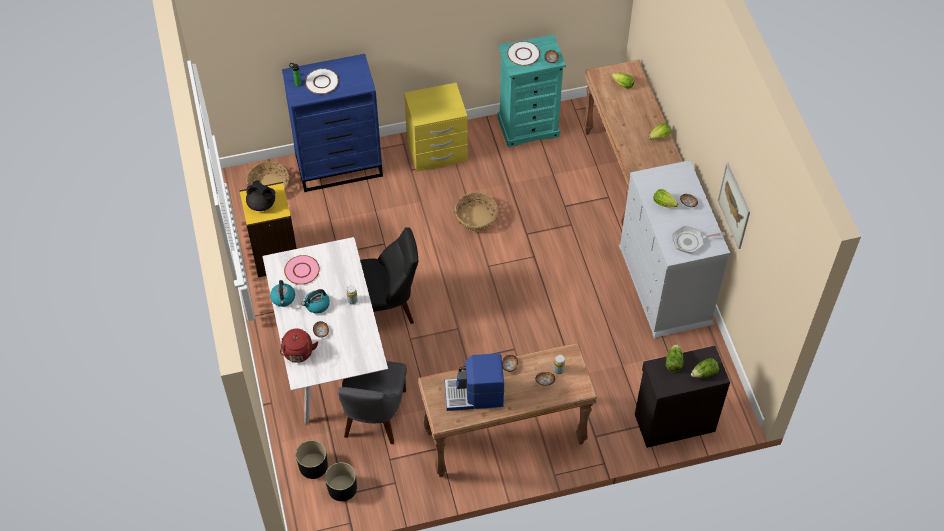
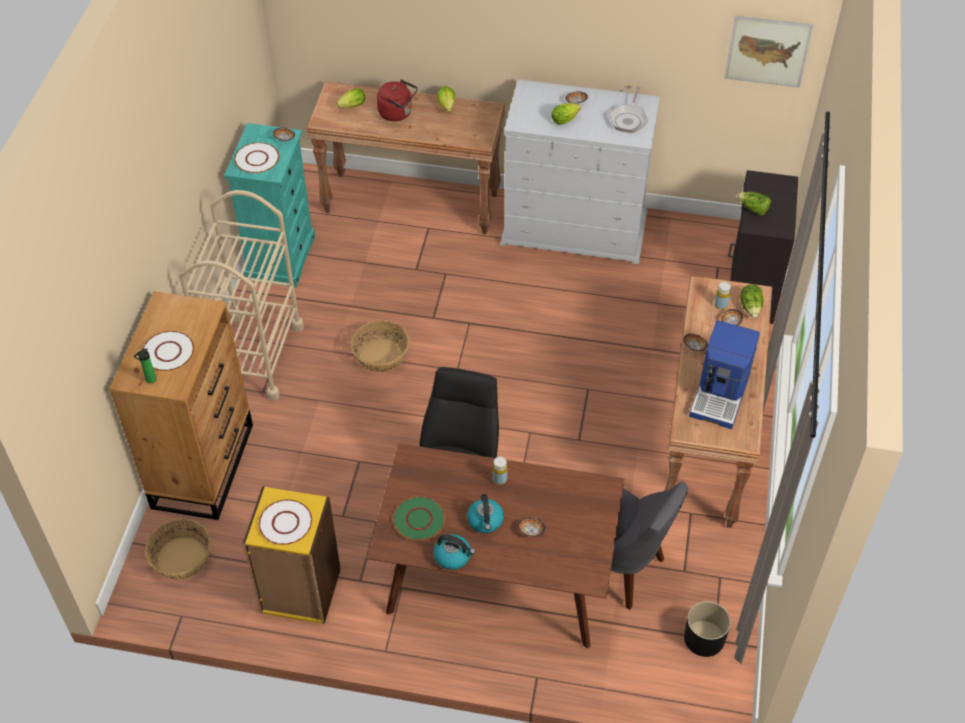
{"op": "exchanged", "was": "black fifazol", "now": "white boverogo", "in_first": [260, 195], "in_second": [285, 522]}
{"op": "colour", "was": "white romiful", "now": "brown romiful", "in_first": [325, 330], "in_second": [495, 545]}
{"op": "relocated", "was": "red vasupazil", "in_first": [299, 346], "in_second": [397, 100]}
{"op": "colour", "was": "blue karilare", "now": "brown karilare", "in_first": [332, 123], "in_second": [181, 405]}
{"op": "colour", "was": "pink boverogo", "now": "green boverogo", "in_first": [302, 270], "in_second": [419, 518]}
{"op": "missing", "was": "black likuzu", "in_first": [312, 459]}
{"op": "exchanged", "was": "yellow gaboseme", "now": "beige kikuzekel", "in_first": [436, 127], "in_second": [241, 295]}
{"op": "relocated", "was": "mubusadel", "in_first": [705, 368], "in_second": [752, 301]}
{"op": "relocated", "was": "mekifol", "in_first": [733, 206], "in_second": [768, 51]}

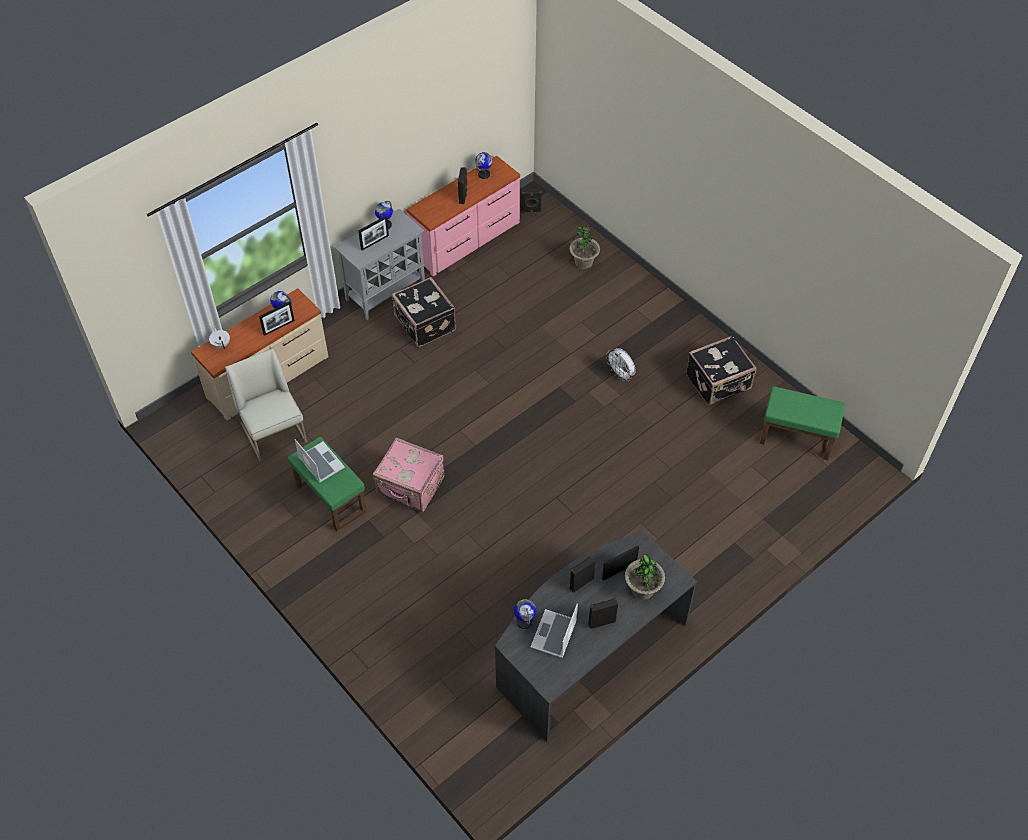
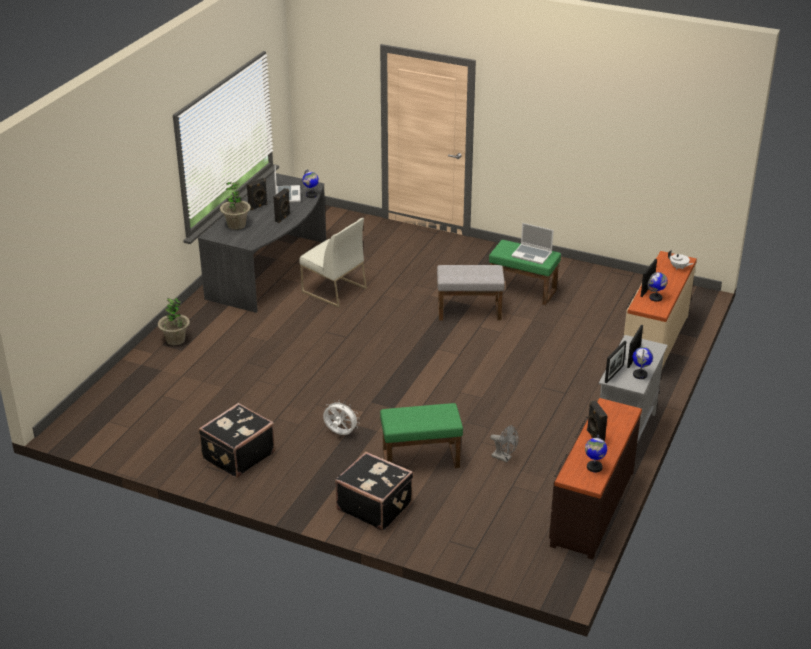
{"op": "relocated", "was": "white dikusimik", "in_first": [266, 405], "in_second": [333, 263]}
{"op": "exchanged", "was": "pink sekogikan", "now": "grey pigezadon", "in_first": [409, 475], "in_second": [471, 293]}
{"op": "relocated", "was": "black sekogikan", "in_first": [424, 312], "in_second": [374, 491]}
{"op": "colour", "was": "pink karilare", "now": "brown karilare", "in_first": [463, 216], "in_second": [595, 479]}
{"op": "missing", "was": "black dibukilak", "in_first": [531, 200]}
{"op": "relocated", "was": "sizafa", "in_first": [584, 248], "in_second": [174, 321]}
{"op": "relocated", "was": "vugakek", "in_first": [620, 563], "in_second": [615, 362]}
{"op": "relocated", "was": "green pigezadon", "in_first": [802, 423], "in_second": [421, 436]}
{"op": "appeared", "now": "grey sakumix", "in_second": [504, 443]}

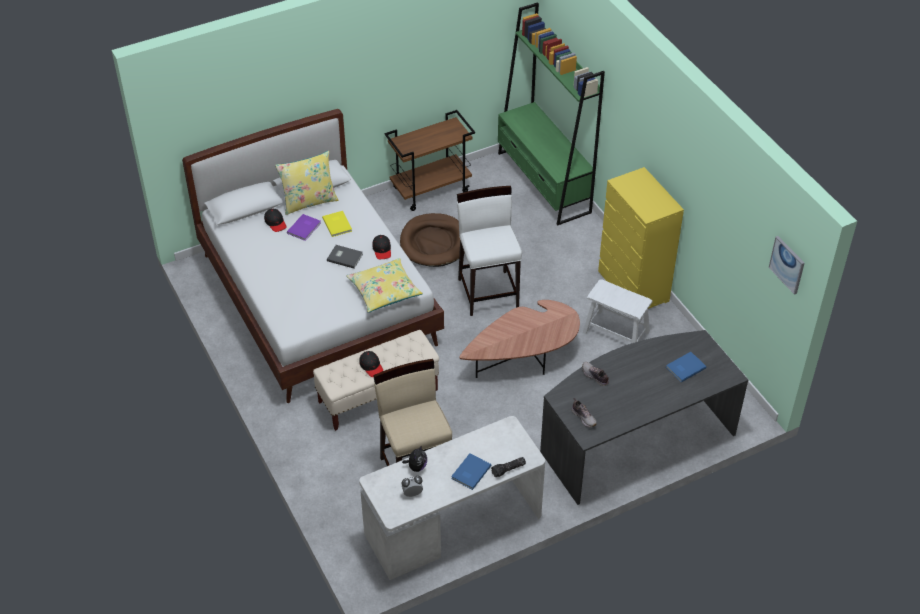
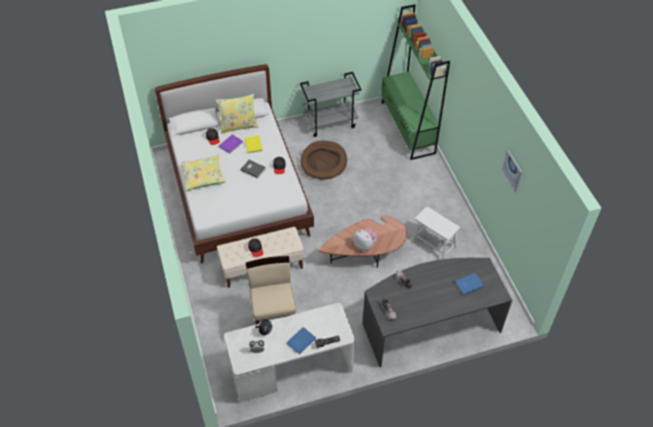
{"op": "relocated", "was": "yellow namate", "in_first": [384, 285], "in_second": [203, 173]}
{"op": "colour", "was": "brown kikuzekel", "now": "grey kikuzekel", "in_first": [430, 160], "in_second": [330, 104]}
{"op": "missing", "was": "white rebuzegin", "in_first": [489, 251]}
{"op": "missing", "was": "yellow karilare", "in_first": [641, 238]}
{"op": "relocated", "was": "mekifol", "in_first": [787, 265], "in_second": [512, 171]}
{"op": "appeared", "now": "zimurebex", "in_second": [365, 239]}

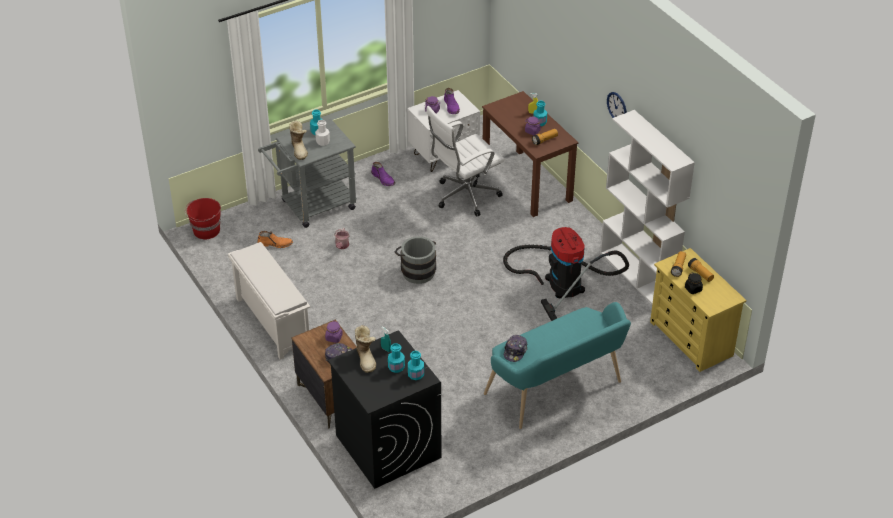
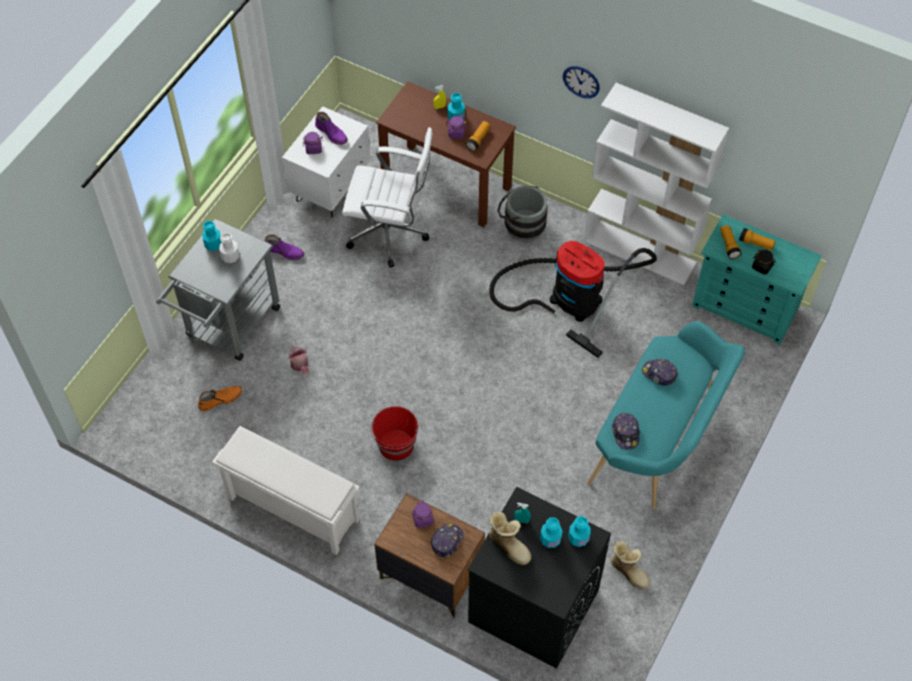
{"op": "relocated", "was": "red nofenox", "in_first": [203, 218], "in_second": [394, 433]}
{"op": "relocated", "was": "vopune", "in_first": [298, 140], "in_second": [630, 565]}
{"op": "relocated", "was": "grey nofenox", "in_first": [415, 260], "in_second": [522, 214]}
{"op": "spun", "was": "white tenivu", "in_first": [465, 161], "in_second": [387, 197], "clockwise": -105}
{"op": "colour", "was": "yellow karilare", "now": "turquoise karilare", "in_first": [698, 310], "in_second": [757, 279]}
{"op": "appeared", "now": "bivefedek", "in_second": [660, 372]}

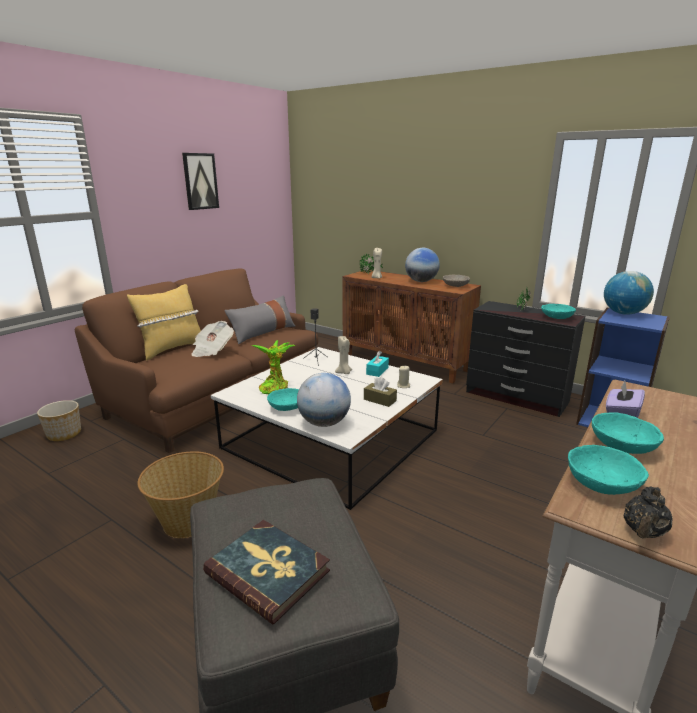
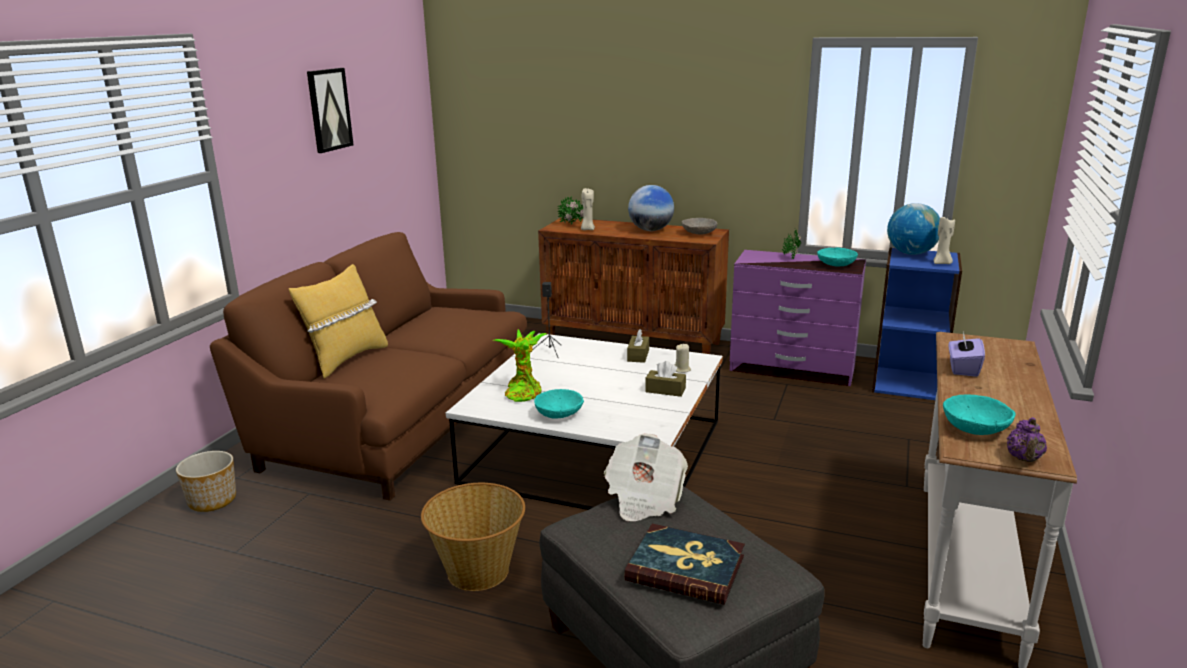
{"op": "relocated", "was": "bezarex", "in_first": [212, 339], "in_second": [646, 477]}
{"op": "missing", "was": "grey namate", "in_first": [259, 319]}
{"op": "missing", "was": "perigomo", "in_first": [324, 400]}
{"op": "relocated", "was": "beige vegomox", "in_first": [343, 355], "in_second": [944, 240]}
{"op": "colour", "was": "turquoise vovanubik", "now": "brown vovanubik", "in_first": [377, 364], "in_second": [638, 346]}
{"op": "colour", "was": "black karilare", "now": "purple karilare", "in_first": [525, 359], "in_second": [798, 318]}
{"op": "missing", "was": "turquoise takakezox", "in_first": [628, 433]}
{"op": "colour", "was": "black fifazol", "now": "purple fifazol", "in_first": [647, 512], "in_second": [1027, 439]}

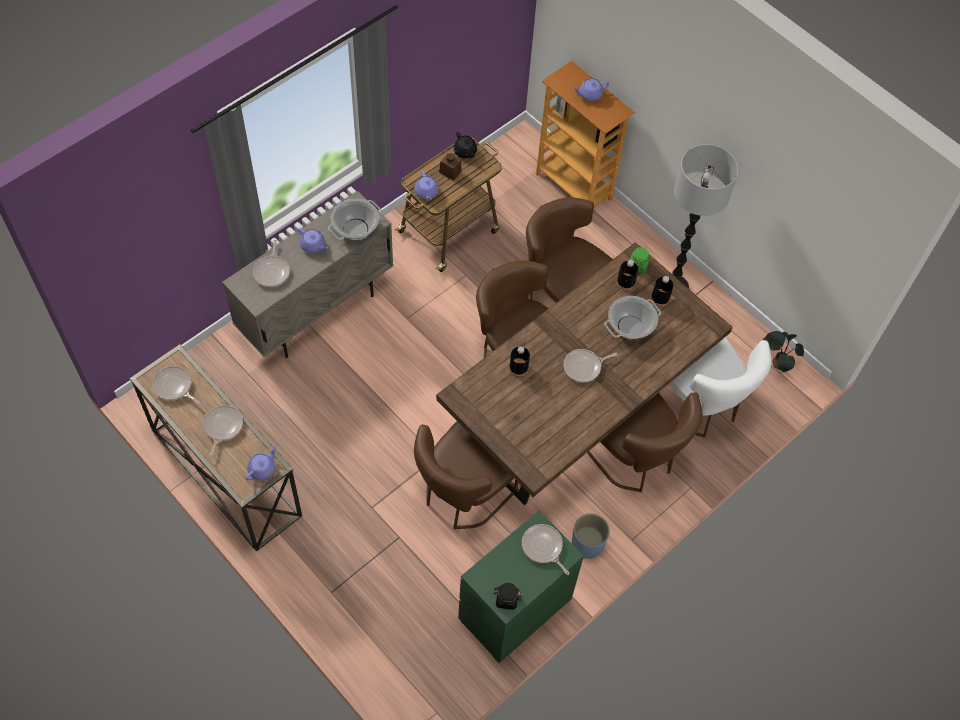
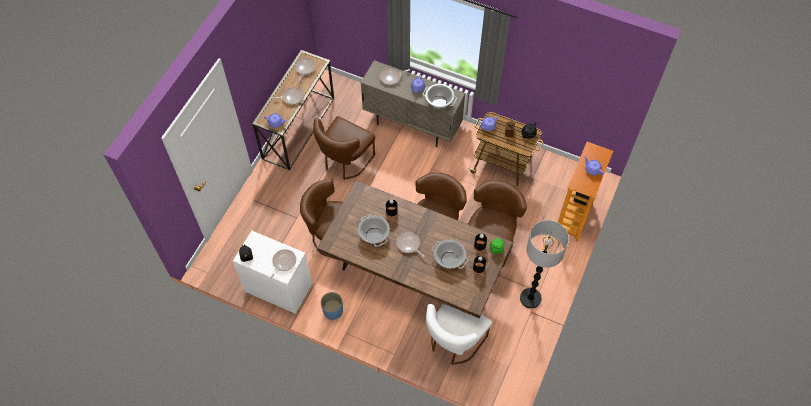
{"op": "colour", "was": "green karilare", "now": "white karilare", "in_first": [521, 587], "in_second": [272, 272]}
{"op": "relocated", "was": "brown dikusimik", "in_first": [645, 442], "in_second": [344, 148]}
{"op": "missing", "was": "sizafa", "in_first": [783, 352]}
{"op": "appeared", "now": "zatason", "in_second": [374, 230]}

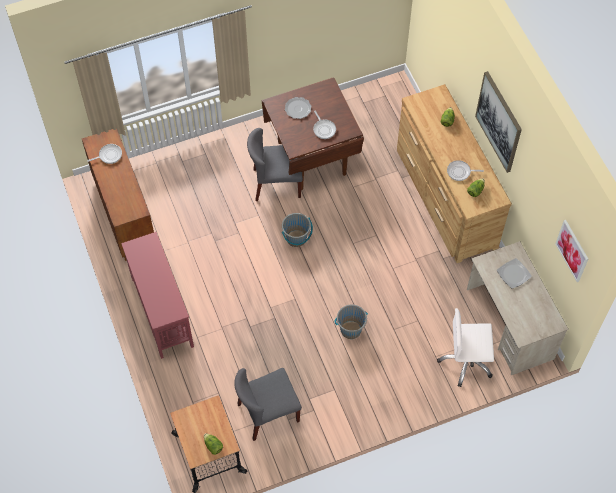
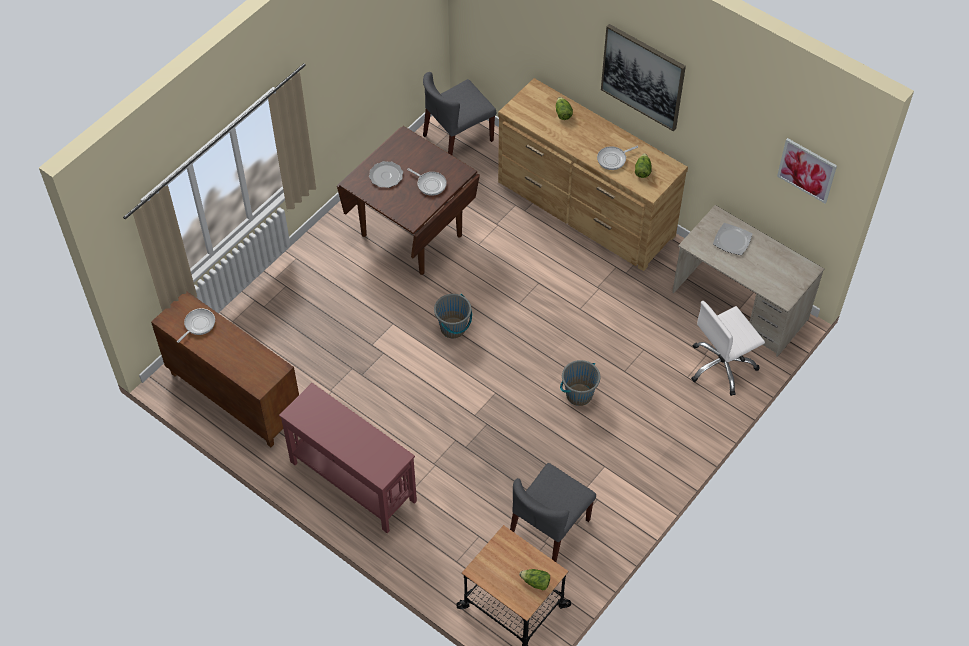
{"op": "relocated", "was": "grey dikusimik", "in_first": [275, 164], "in_second": [459, 113]}

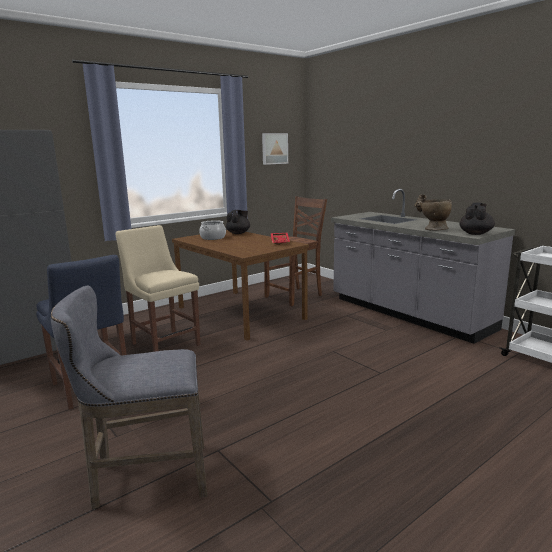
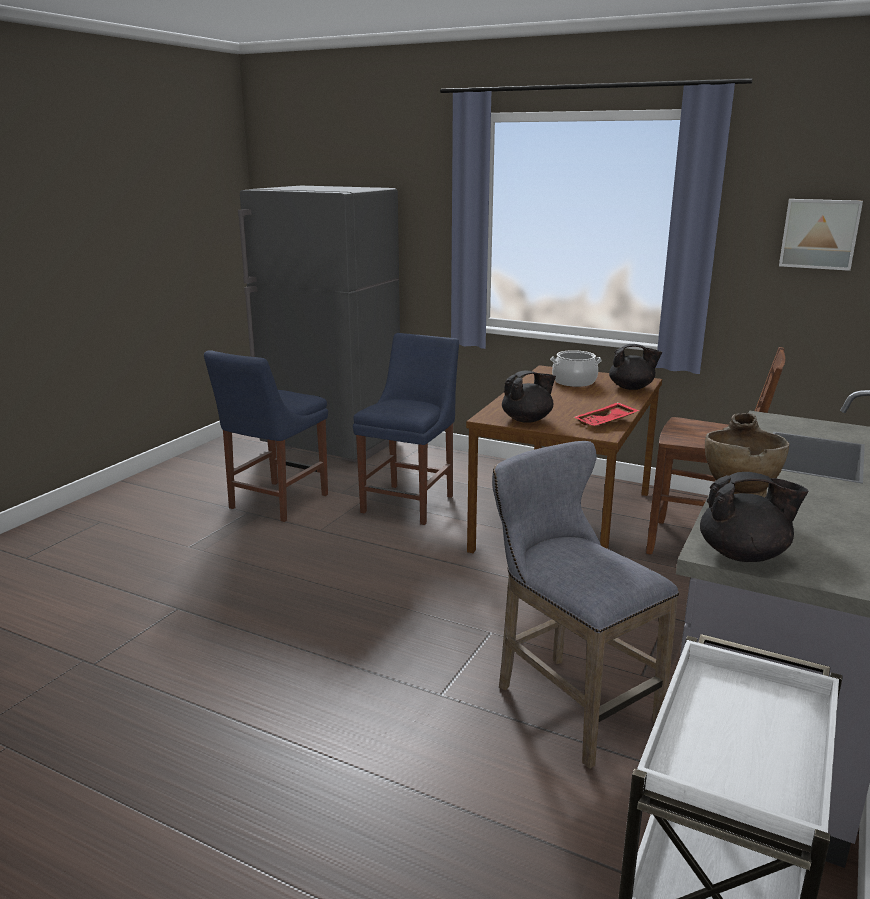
{"op": "relocated", "was": "grey rebuzegin", "in_first": [129, 398], "in_second": [585, 605]}
{"op": "colour", "was": "beige dikusimik", "now": "blue dikusimik", "in_first": [158, 288], "in_second": [406, 429]}
{"op": "appeared", "now": "black fifazol", "in_second": [529, 397]}

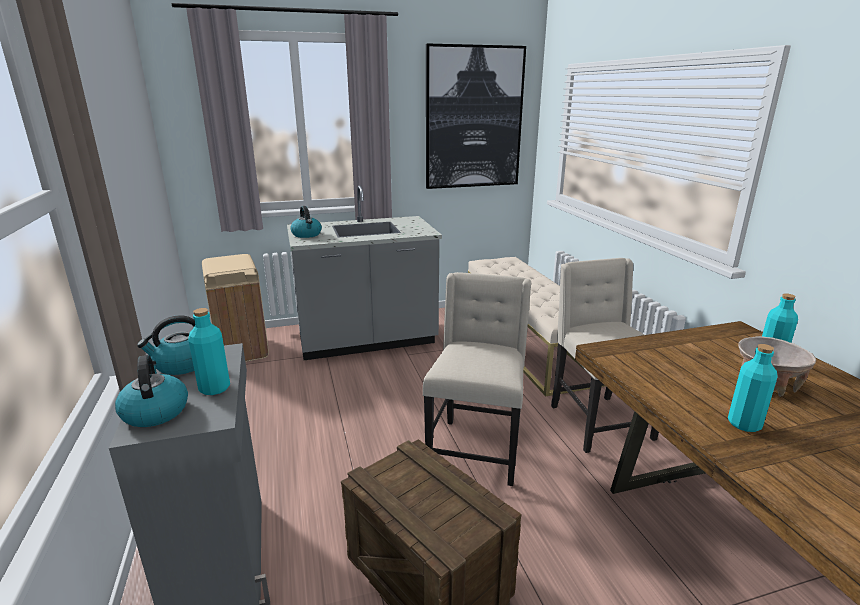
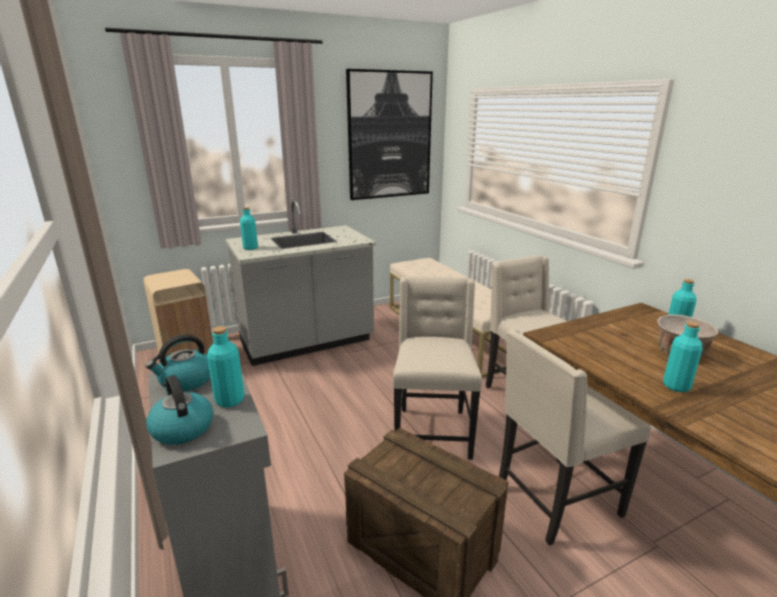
{"op": "exchanged", "was": "vasupazil", "now": "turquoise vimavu", "in_first": [306, 222], "in_second": [249, 228]}
{"op": "appeared", "now": "beige dikusimik", "in_second": [575, 437]}

